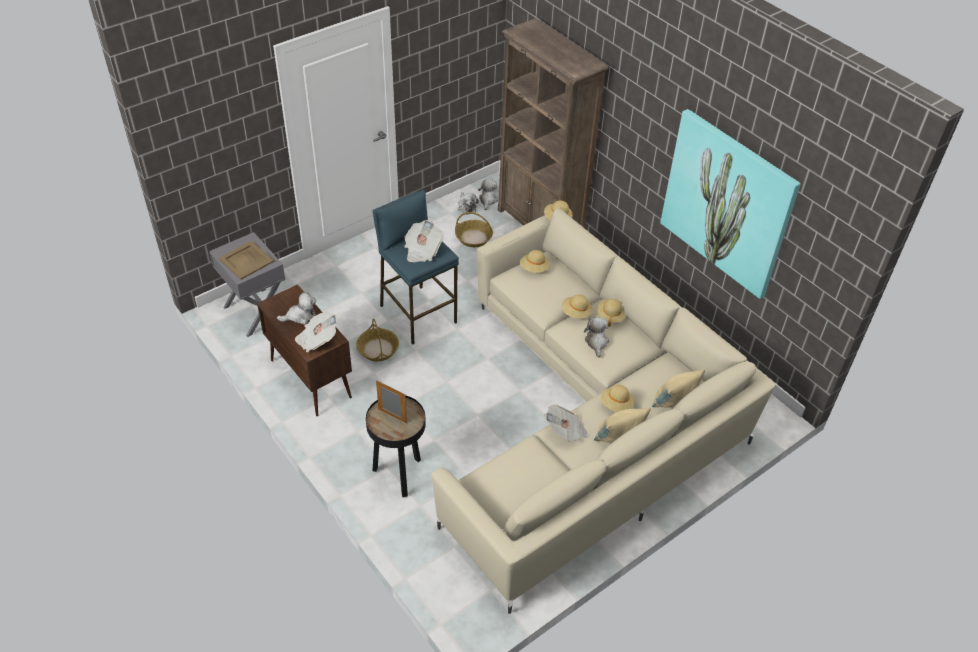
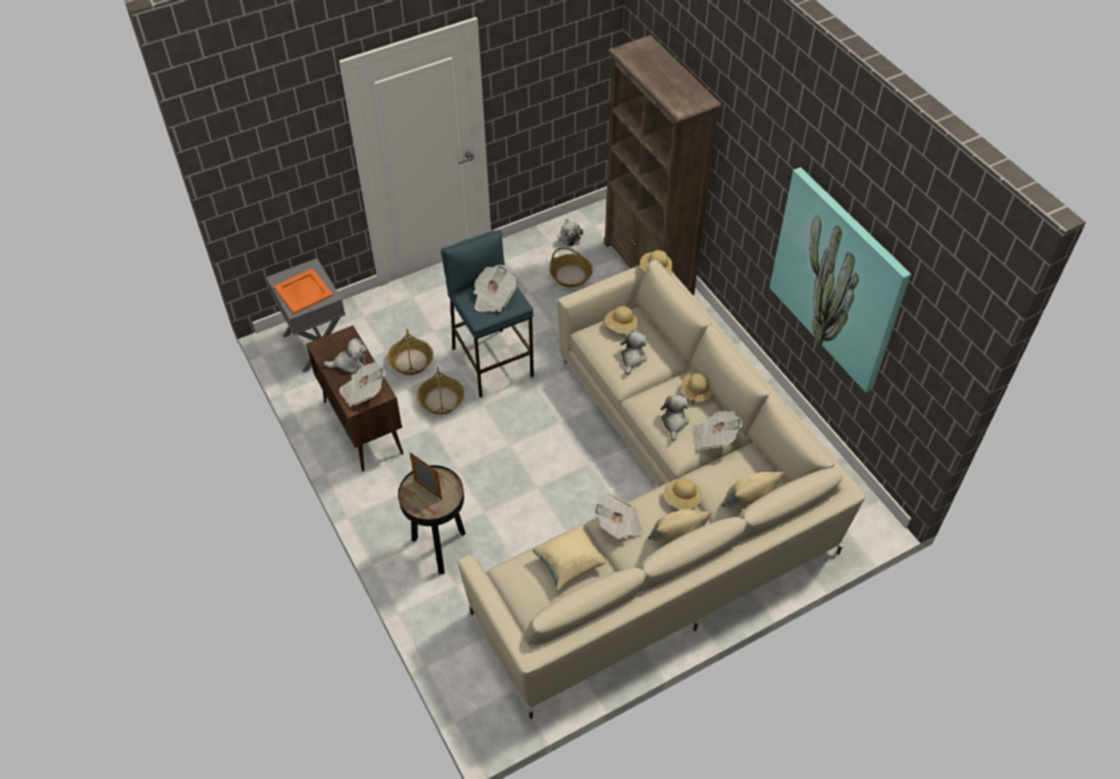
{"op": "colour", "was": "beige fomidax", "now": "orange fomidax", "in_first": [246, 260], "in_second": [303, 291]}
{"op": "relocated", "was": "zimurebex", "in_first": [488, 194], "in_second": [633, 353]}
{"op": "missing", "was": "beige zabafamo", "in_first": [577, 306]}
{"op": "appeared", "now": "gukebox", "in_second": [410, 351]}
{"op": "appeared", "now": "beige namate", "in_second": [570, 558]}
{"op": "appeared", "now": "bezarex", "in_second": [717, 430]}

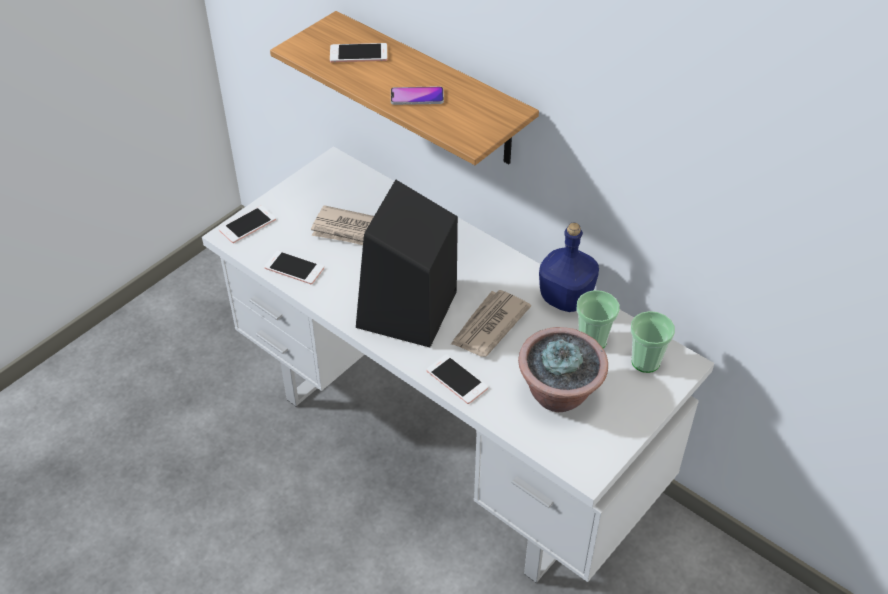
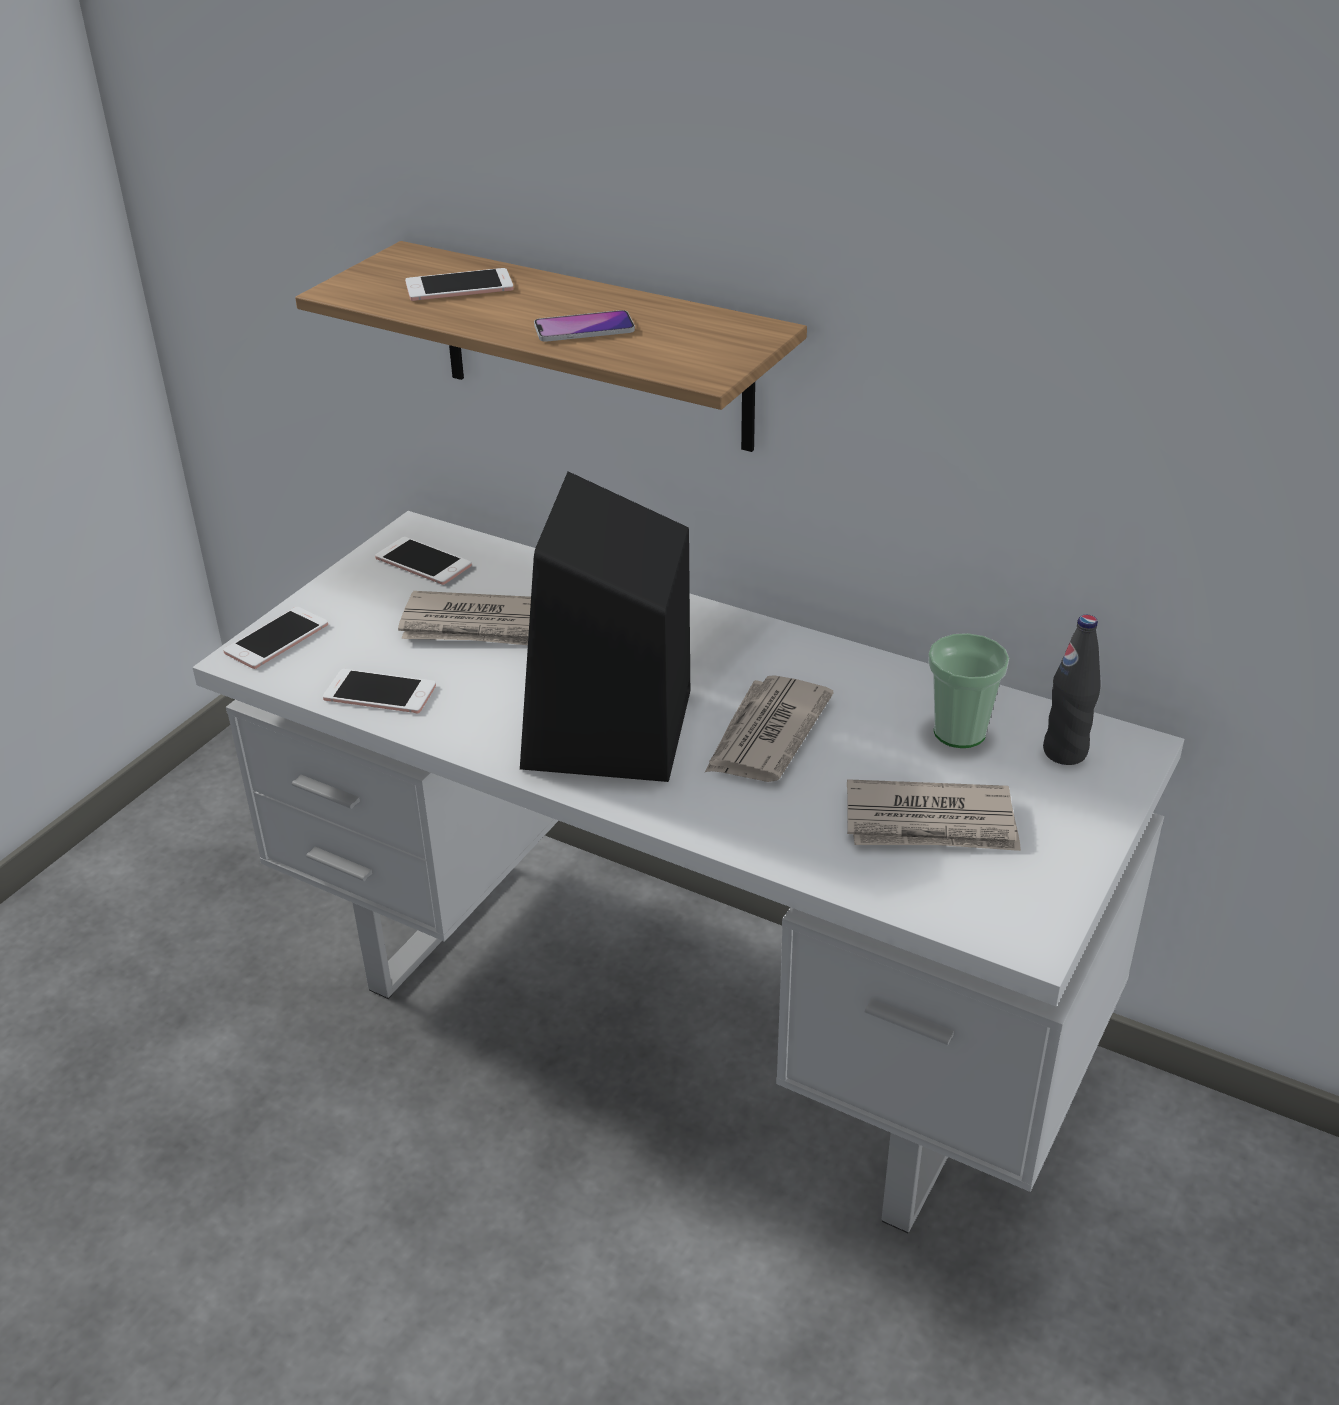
{"op": "relocated", "was": "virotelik", "in_first": [457, 379], "in_second": [423, 561]}
{"op": "exchanged", "was": "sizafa", "now": "bezarex", "in_first": [563, 369], "in_second": [934, 815]}
{"op": "missing", "was": "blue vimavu", "in_first": [569, 267]}
{"op": "exchanged", "was": "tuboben", "now": "black vimavu", "in_first": [653, 342], "in_second": [1071, 690]}

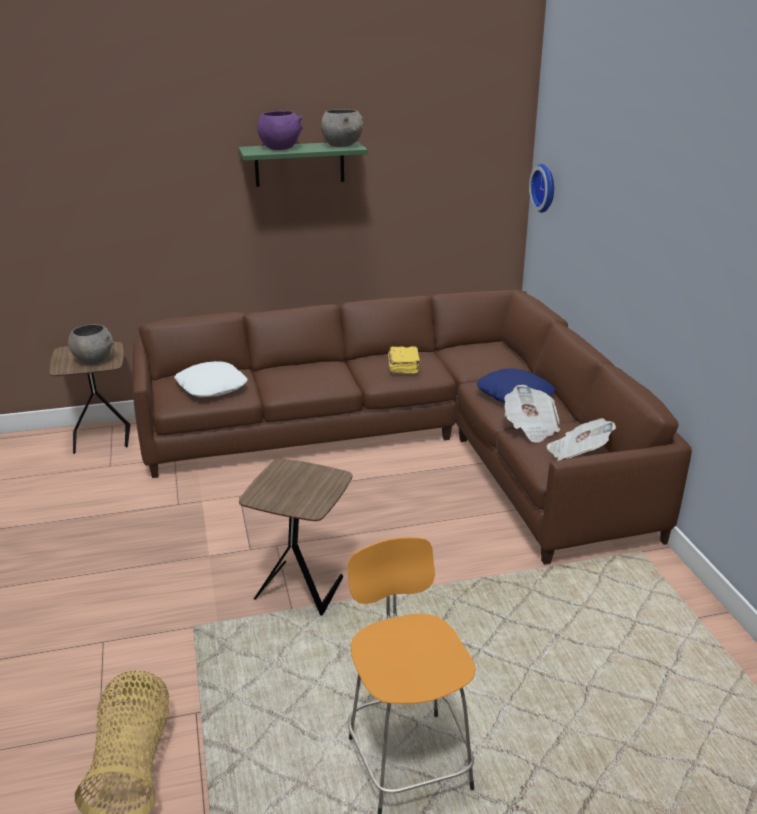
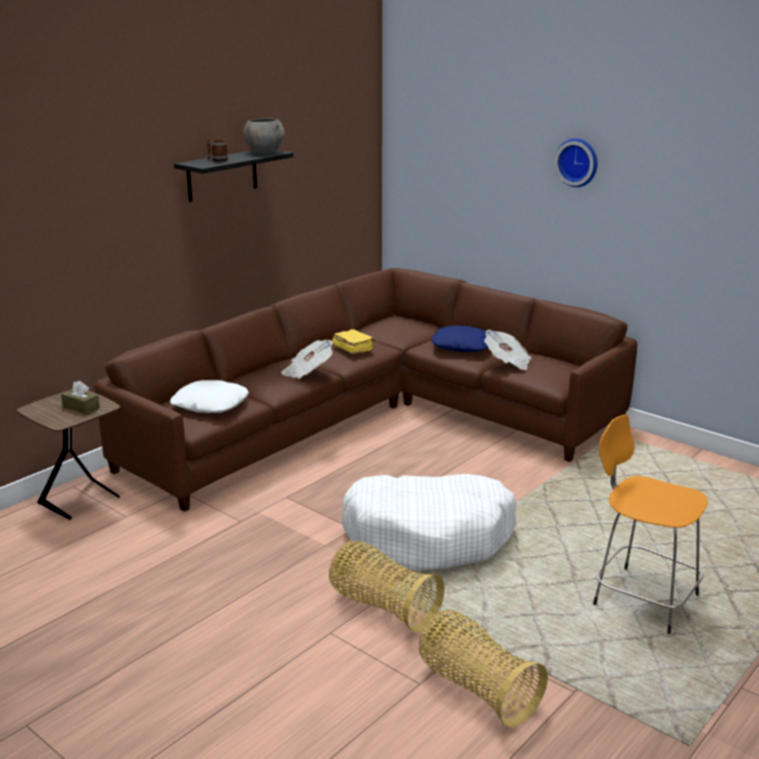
{"op": "exchanged", "was": "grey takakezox", "now": "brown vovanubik", "in_first": [91, 344], "in_second": [80, 398]}
{"op": "colour", "was": "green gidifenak", "now": "black gidifenak", "in_first": [303, 164], "in_second": [234, 176]}
{"op": "exchanged", "was": "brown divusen", "now": "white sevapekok", "in_first": [295, 537], "in_second": [429, 522]}
{"op": "exchanged", "was": "purple takakezox", "now": "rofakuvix", "in_first": [280, 130], "in_second": [217, 150]}
{"op": "relocated", "was": "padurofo", "in_first": [541, 188], "in_second": [576, 162]}
{"op": "relocated", "was": "bezarex", "in_first": [581, 439], "in_second": [307, 359]}
{"op": "appeared", "now": "gukebox", "in_second": [387, 587]}

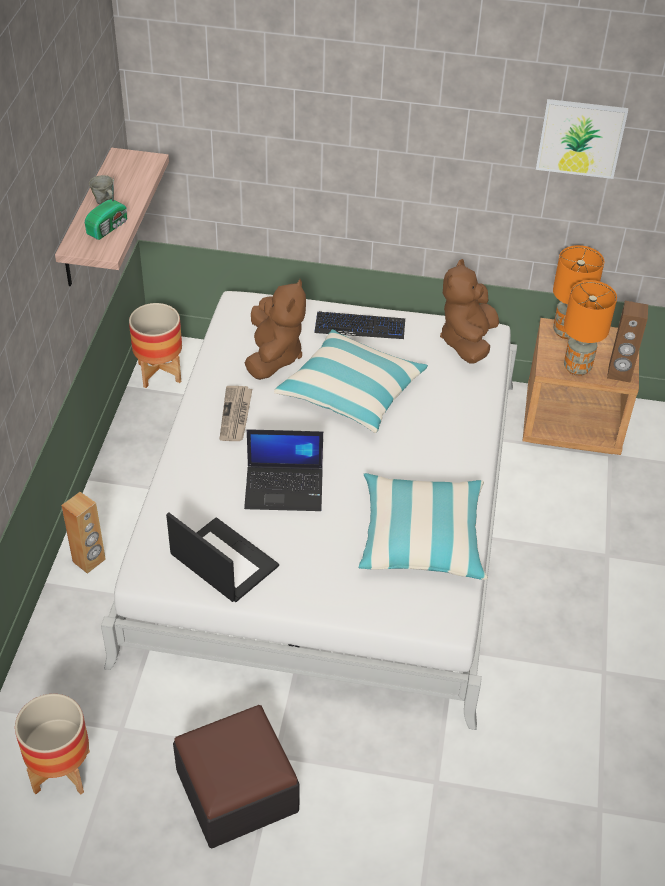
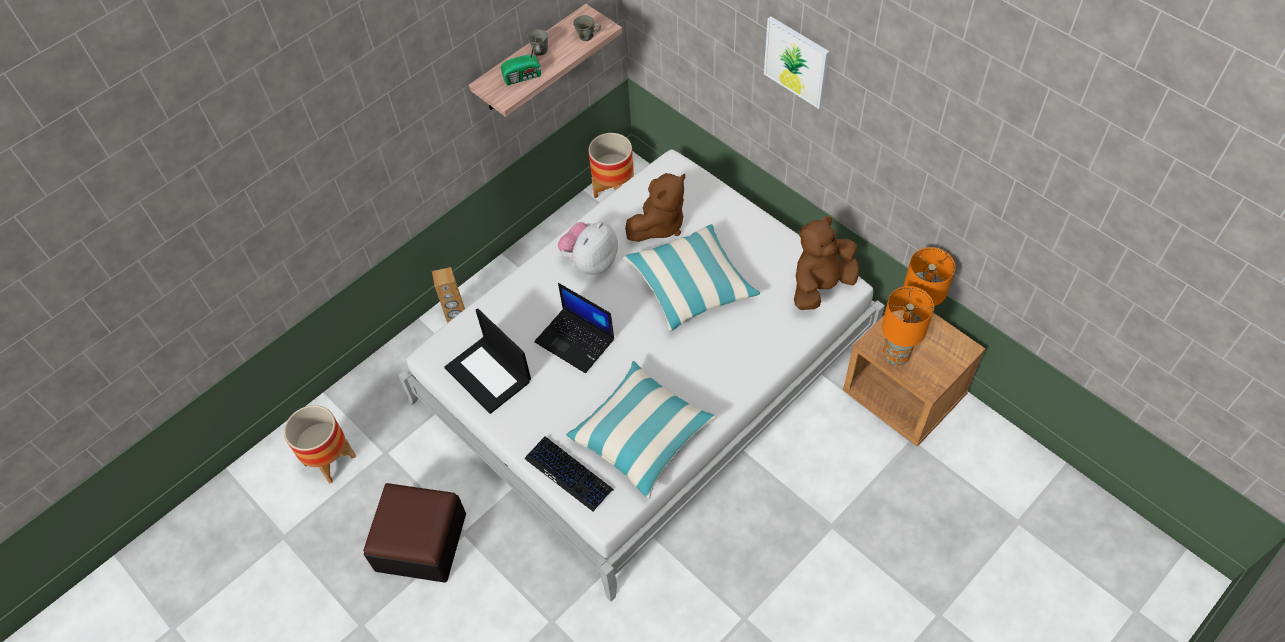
{"op": "spun", "was": "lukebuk", "in_first": [222, 557], "in_second": [487, 361], "clockwise": 150}
{"op": "exchanged", "was": "bezarex", "now": "zimurebex", "in_first": [235, 413], "in_second": [588, 248]}
{"op": "relocated", "was": "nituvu", "in_first": [359, 325], "in_second": [569, 474]}
{"op": "relocated", "was": "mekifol", "in_first": [582, 139], "in_second": [796, 62]}
{"op": "missing", "was": "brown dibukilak", "in_first": [627, 341]}
{"op": "appeared", "now": "grey rofakuvix", "in_second": [587, 28]}

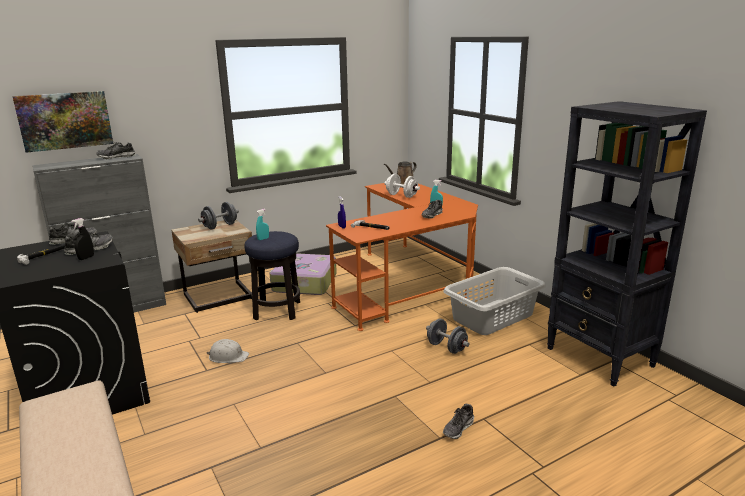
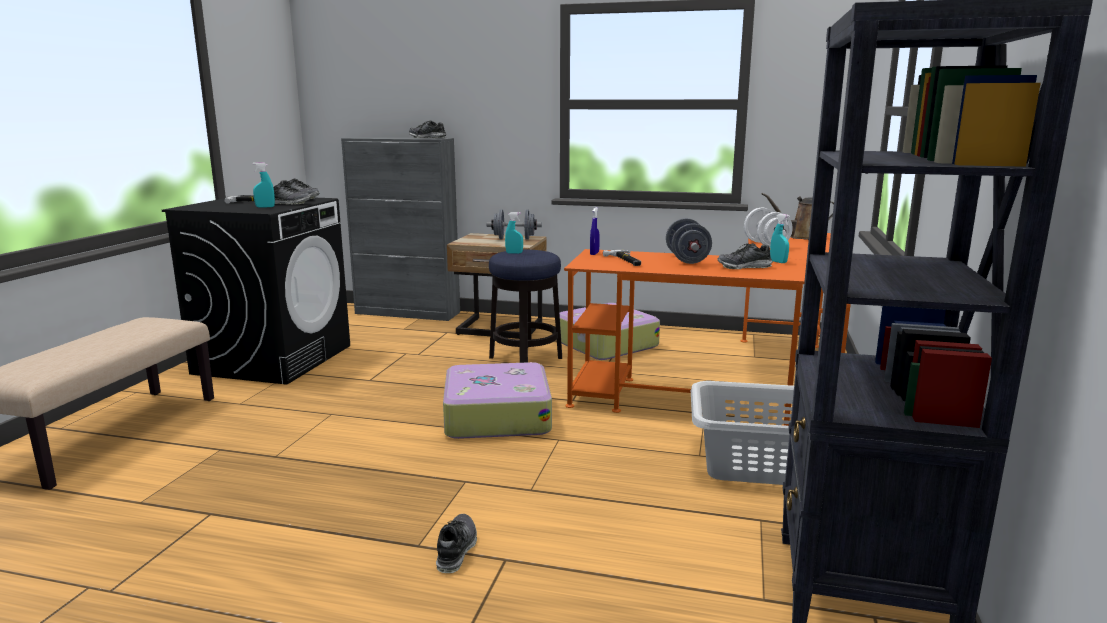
{"op": "missing", "was": "mekifol", "in_first": [62, 122]}
{"op": "colour", "was": "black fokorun", "now": "turquoise fokorun", "in_first": [82, 239], "in_second": [264, 185]}
{"op": "missing", "was": "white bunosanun", "in_first": [228, 351]}
{"op": "relocated", "was": "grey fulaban", "in_first": [448, 336], "in_second": [689, 241]}
{"op": "spun", "was": "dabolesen", "in_first": [458, 421], "in_second": [456, 543], "clockwise": 105}
{"op": "appeared", "now": "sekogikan", "in_second": [497, 400]}

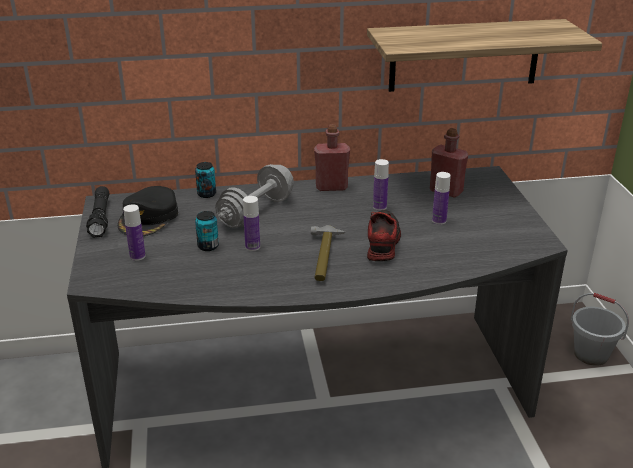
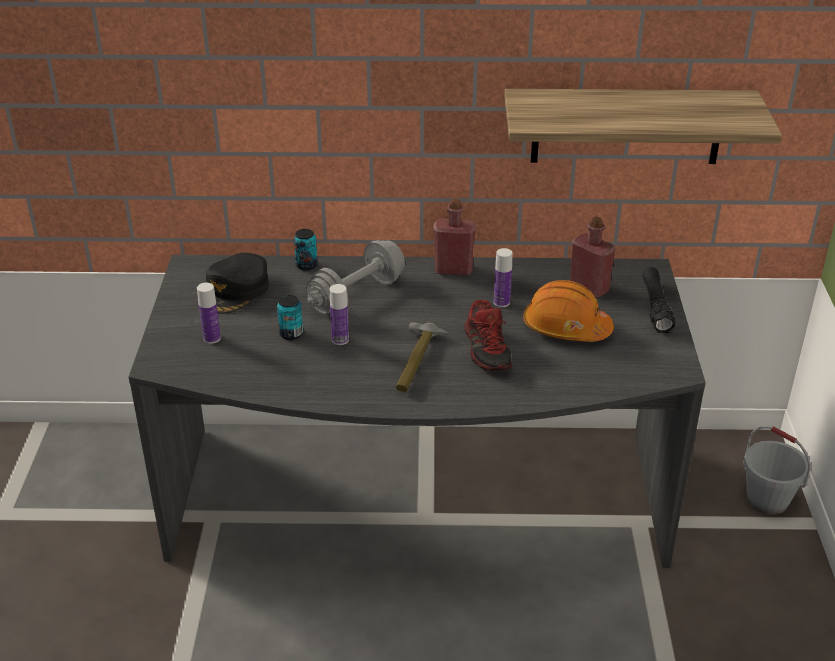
{"op": "relocated", "was": "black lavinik", "in_first": [97, 212], "in_second": [658, 300]}
{"op": "spun", "was": "dabolesen", "in_first": [384, 235], "in_second": [488, 335], "clockwise": 150}
{"op": "exchanged", "was": "vimavu", "now": "orange bunosanun", "in_first": [441, 198], "in_second": [568, 311]}

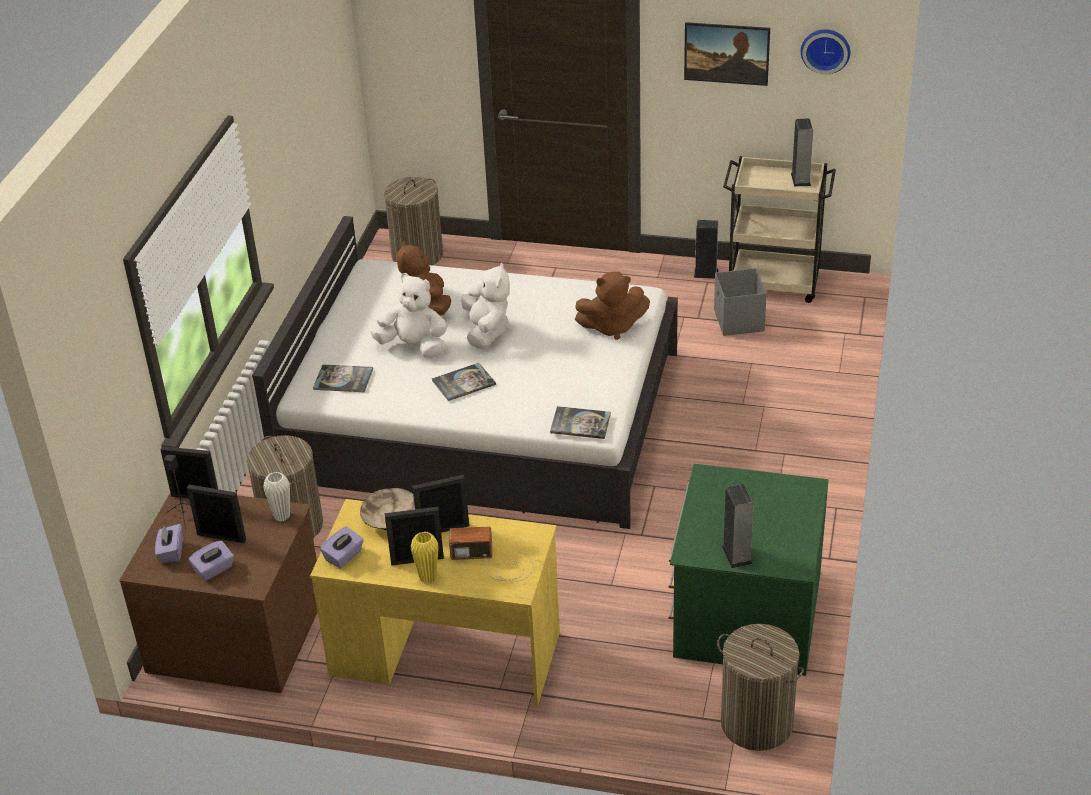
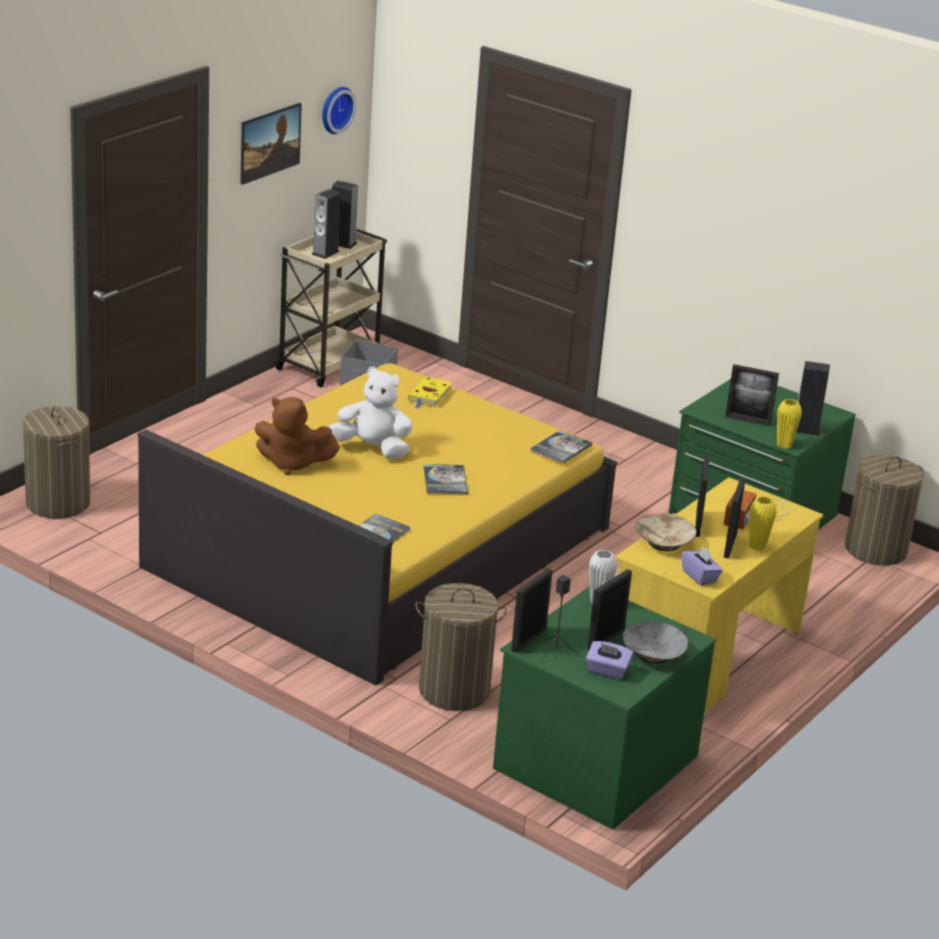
{"op": "colour", "was": "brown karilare", "now": "green karilare", "in_first": [218, 593], "in_second": [604, 707]}
{"op": "exchanged", "was": "purple vovanubik", "now": "grey takakezox", "in_first": [211, 560], "in_second": [655, 642]}
{"op": "colour", "was": "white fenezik", "now": "yellow fenezik", "in_first": [465, 372], "in_second": [377, 524]}
{"op": "missing", "was": "white zimurebex", "in_first": [409, 315]}
{"op": "exchanged", "was": "brown zimurebex", "now": "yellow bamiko", "in_first": [612, 306], "in_second": [430, 392]}
{"op": "relocated", "was": "dibukilak", "in_first": [706, 249], "in_second": [325, 224]}
{"op": "appeared", "now": "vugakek", "in_second": [752, 395]}
{"op": "appeared", "now": "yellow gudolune", "in_second": [789, 423]}

